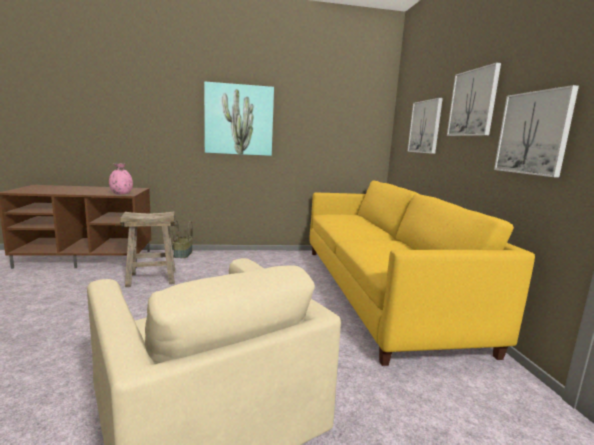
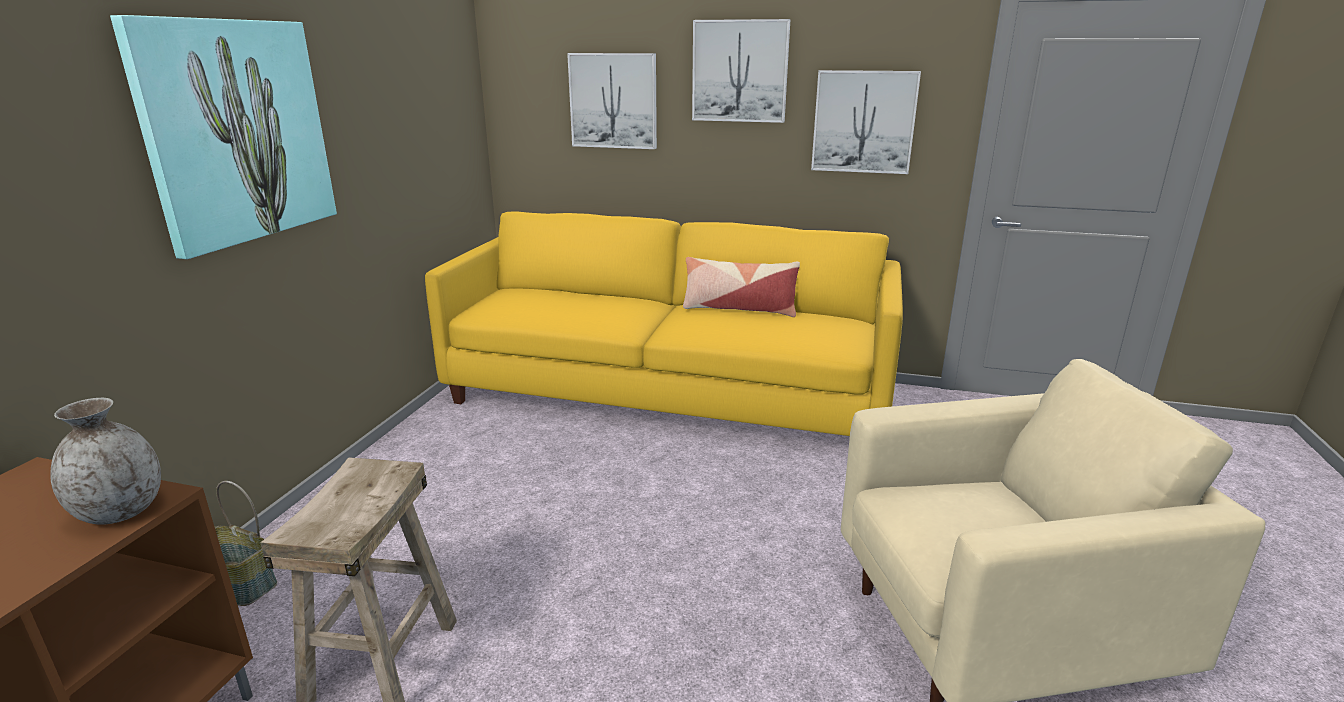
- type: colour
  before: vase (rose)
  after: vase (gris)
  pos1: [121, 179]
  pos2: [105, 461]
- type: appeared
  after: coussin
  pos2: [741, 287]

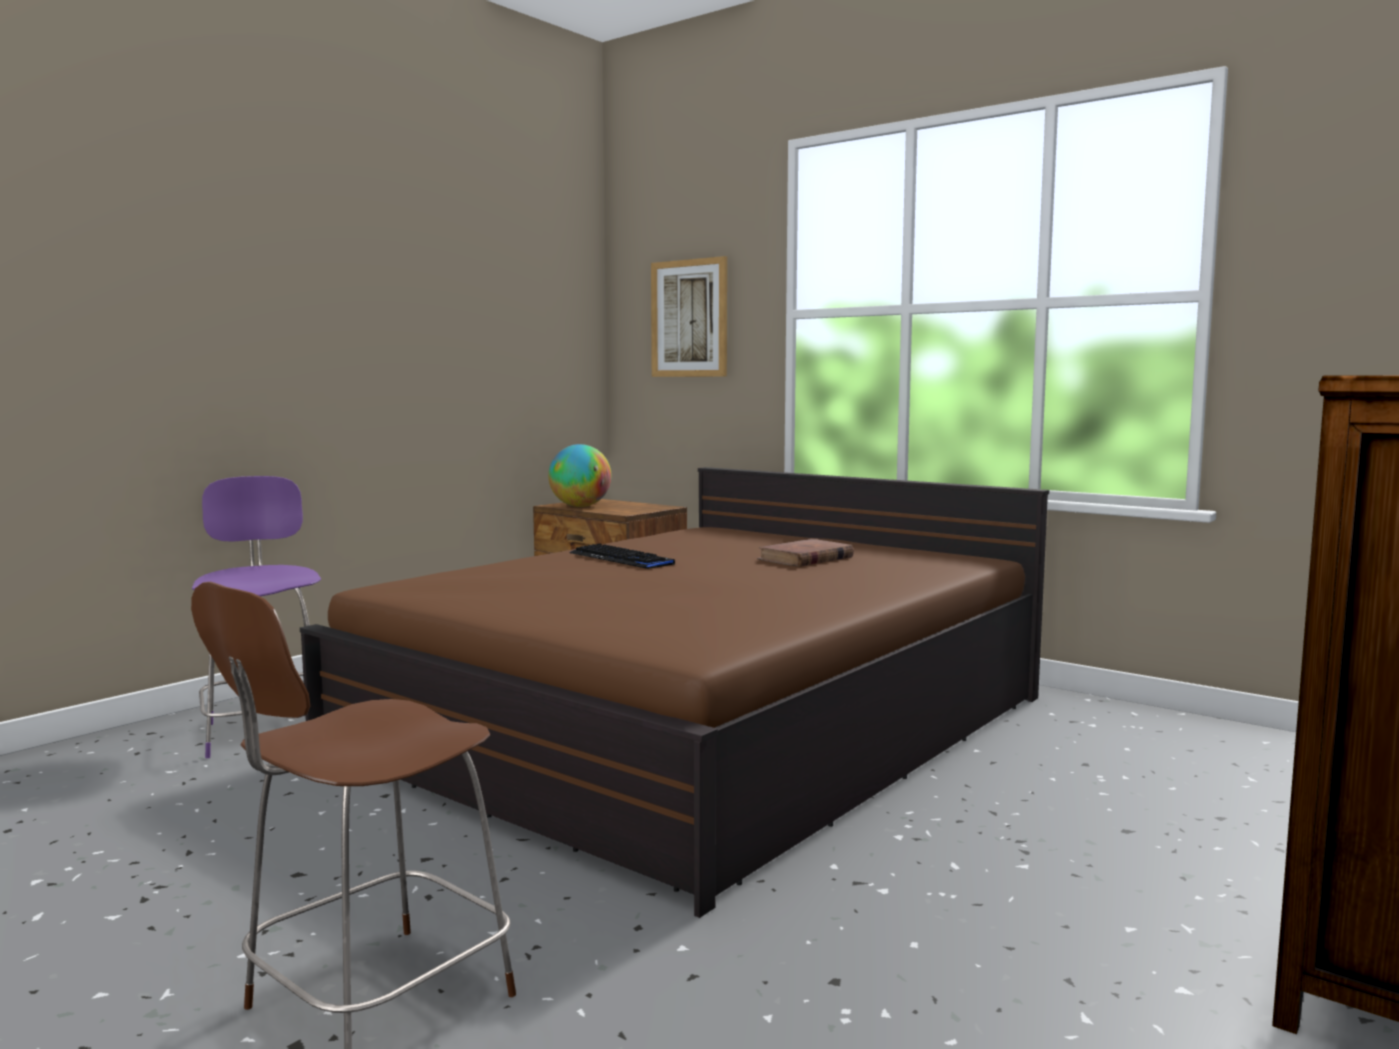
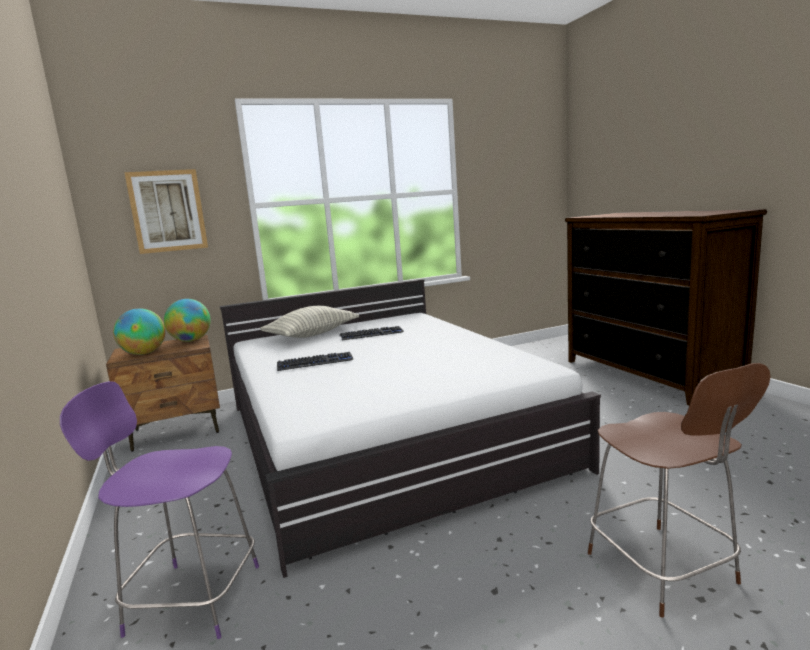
- type: colour
  before: lit (marron)
  after: lit (blanc)
  pos1: [674, 692]
  pos2: [410, 428]
- type: exchanged
  before: livre (marron)
  after: clavier
  pos1: [805, 553]
  pos2: [371, 333]
- type: appeared
  after: globe
  pos2: [187, 320]
- type: appeared
  after: coussin
  pos2: [309, 322]

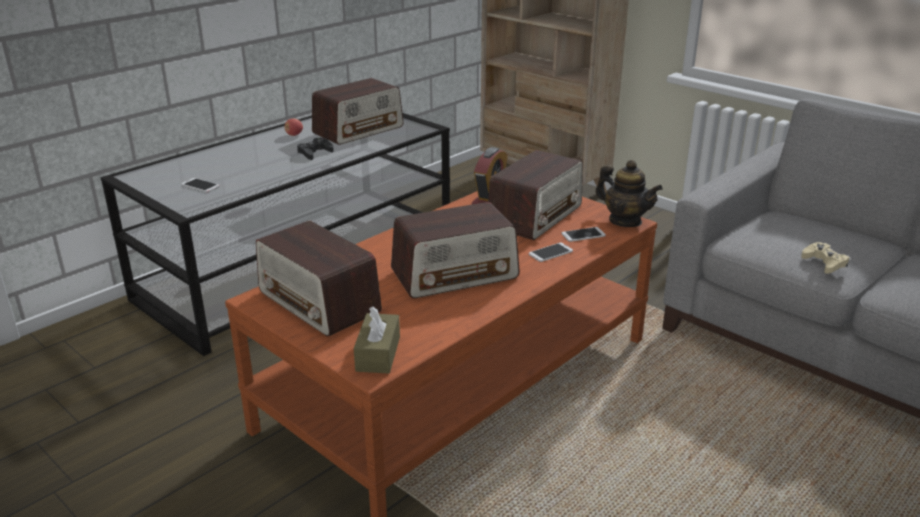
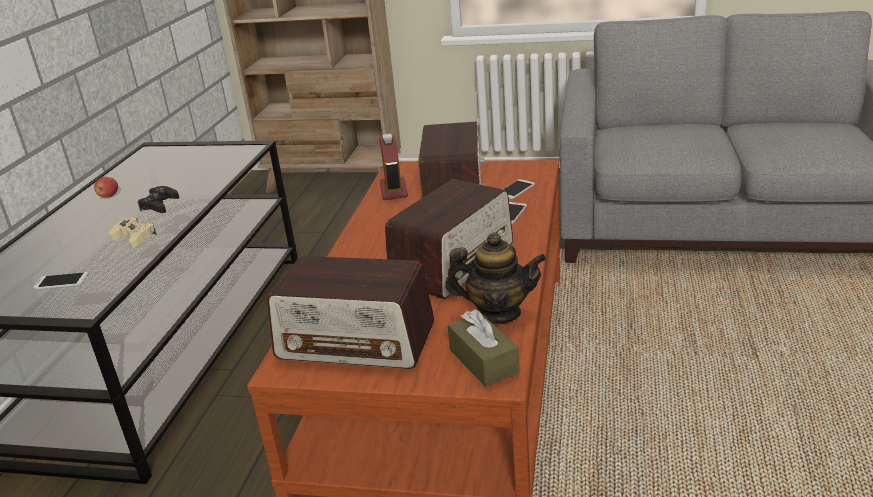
- type: missing
  before: radio
  pos1: [358, 111]
- type: relocated
  before: théière
  pos1: [629, 193]
  pos2: [496, 278]
- type: relocated
  before: manette (beige)
  pos1: [825, 258]
  pos2: [133, 233]

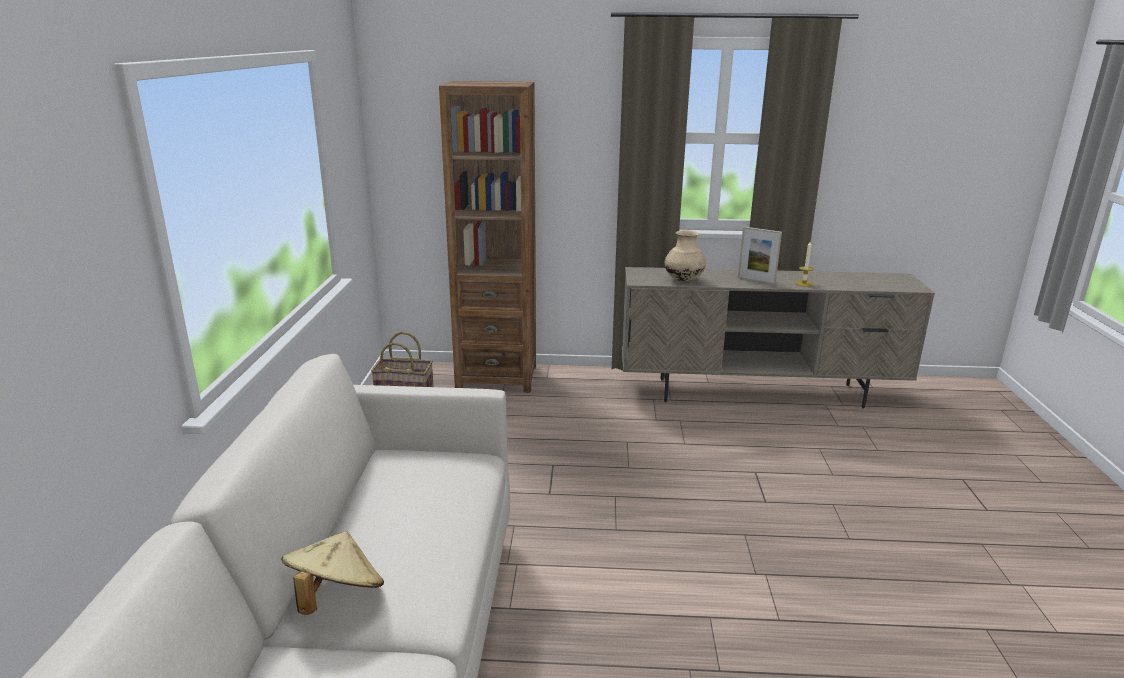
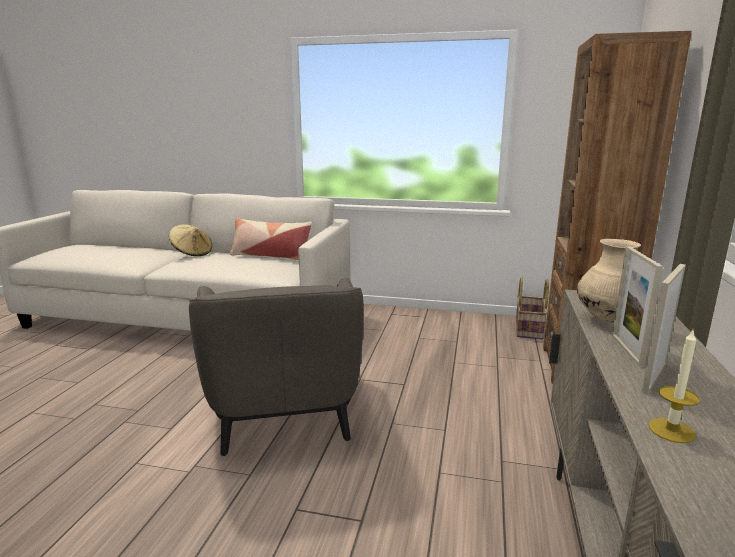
- type: appeared
  after: fauteuil (gris)
  pos2: [276, 367]
- type: appeared
  after: coussin
  pos2: [271, 239]
- type: appeared
  after: cadre photo
  pos2: [637, 307]

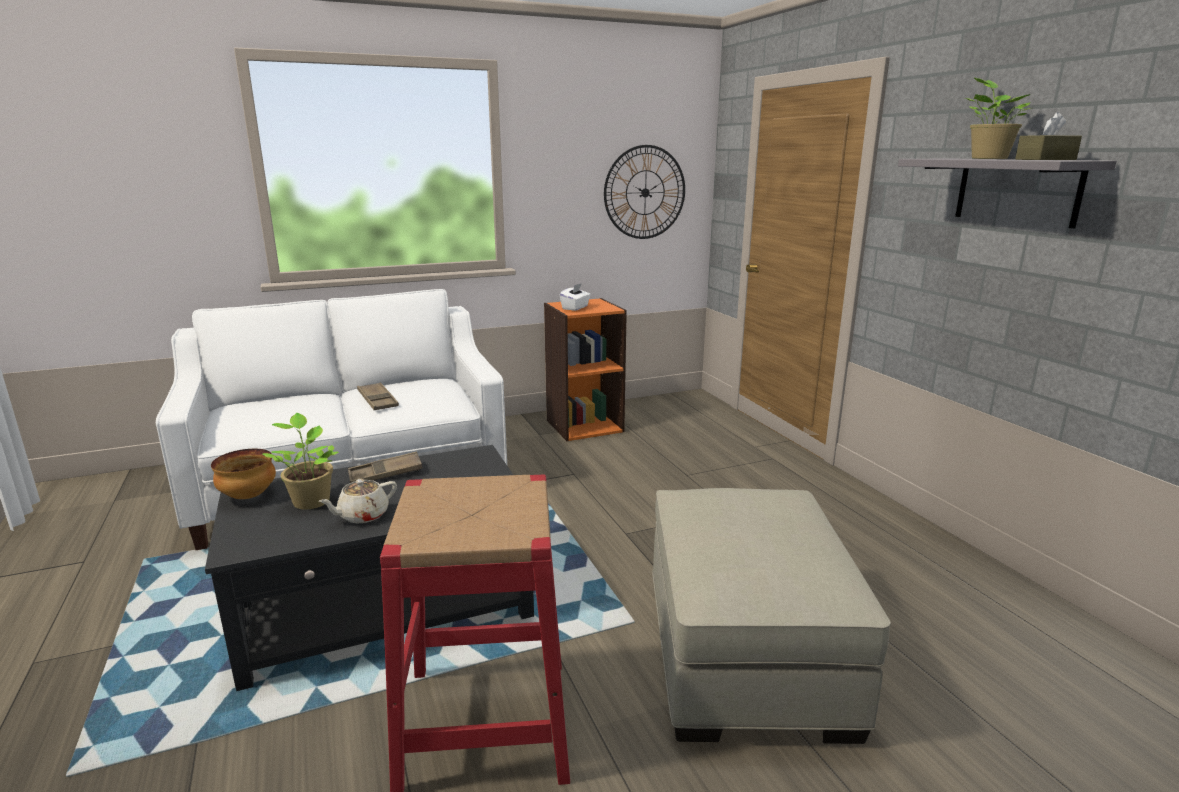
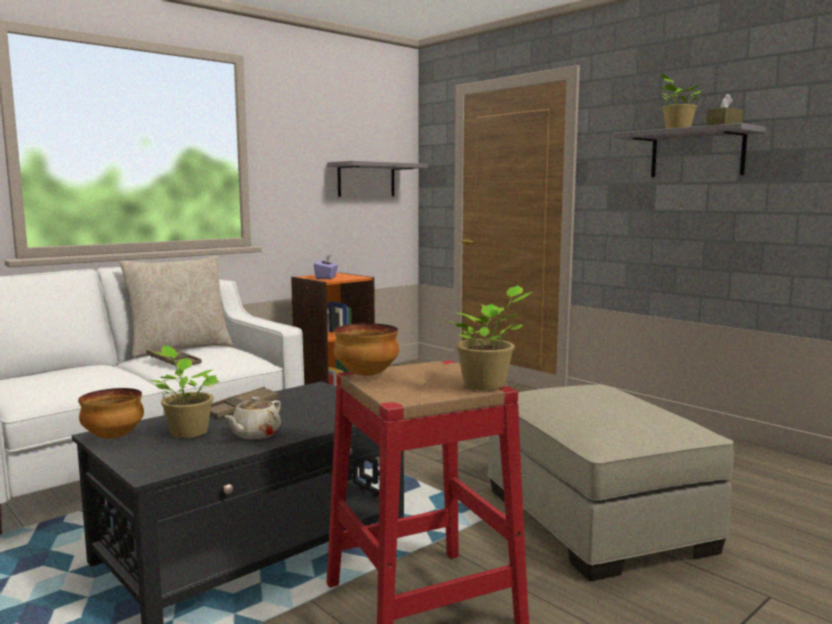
- type: colour
  before: boîte à mouchoirs (blanc)
  after: boîte à mouchoirs (violet)
  pos1: [575, 297]
  pos2: [326, 267]
- type: exchanged
  before: horloge murale
  after: étagère (gris)
  pos1: [644, 192]
  pos2: [377, 179]
- type: appeared
  after: coussin (beige)
  pos2: [176, 306]
- type: appeared
  after: bol
  pos2: [366, 349]
- type: appeared
  after: plante en pot
  pos2: [489, 337]

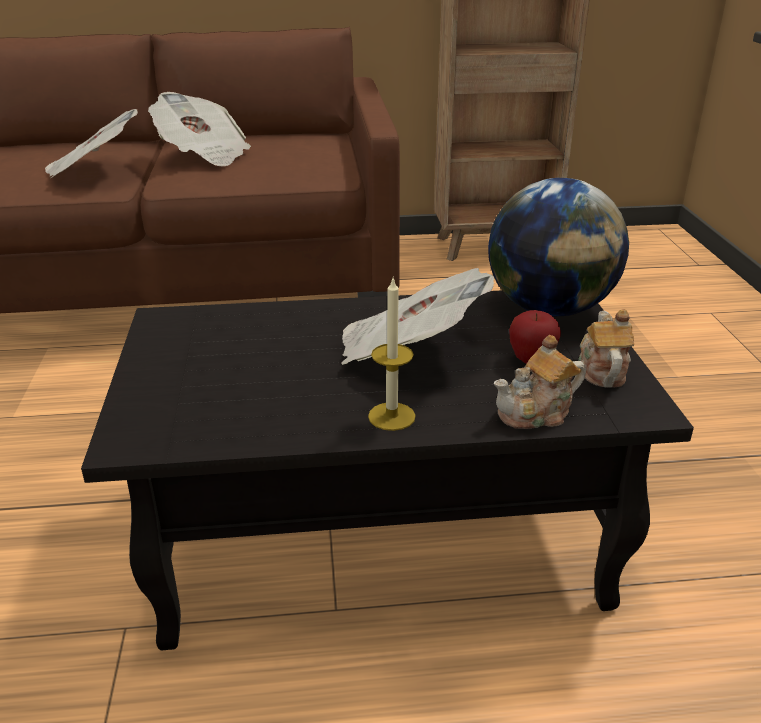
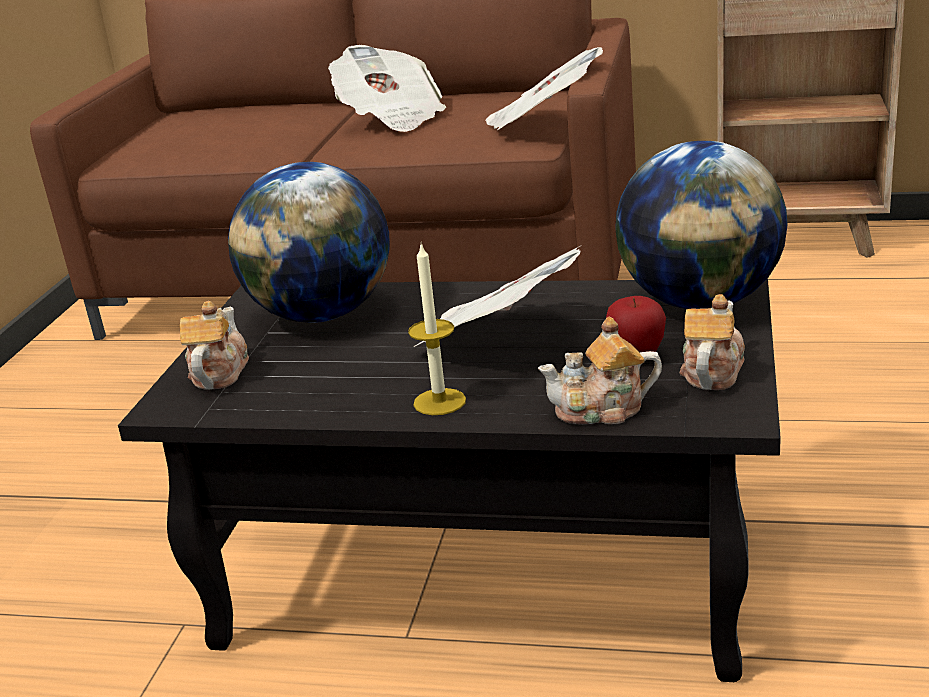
- type: relocated
  before: journal
  pos1: [91, 143]
  pos2: [544, 88]
- type: appeared
  after: théière
  pos2: [214, 345]
- type: appeared
  after: globe
  pos2: [309, 242]

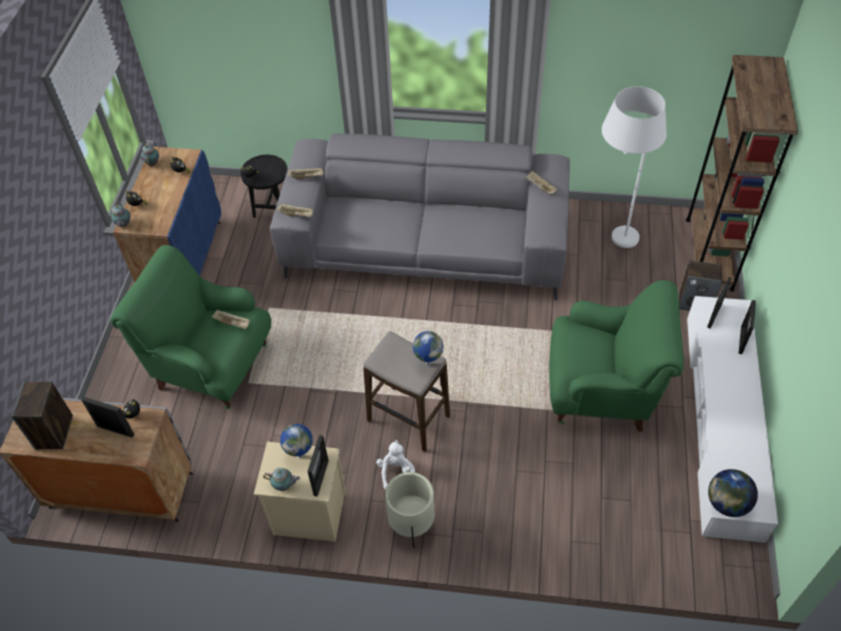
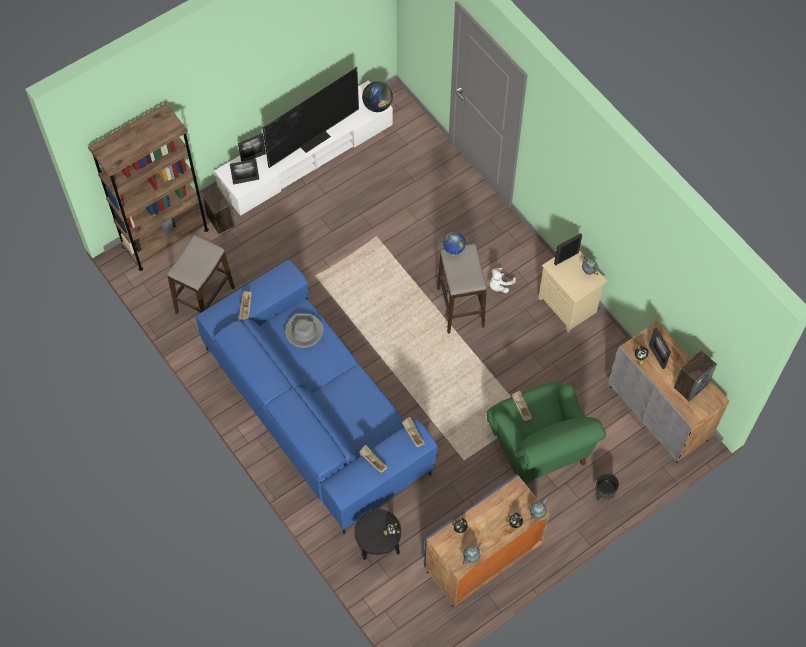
- type: colour
  before: canapé (gris)
  after: canapé (bleu)
  pos1: [420, 216]
  pos2: [317, 396]
- type: missing
  before: globe
  pos1: [296, 441]
- type: missing
  before: cache-pot (beige)
  pos1: [409, 510]
- type: missing
  before: fauteuil (vert)
  pos1: [616, 356]
- type: exchanged
  before: lampadaire (blanc)
  after: tabouret
  pos1: [634, 167]
  pos2: [201, 274]
- type: appeared
  after: téléviseur
  pos2: [311, 117]
- type: appeared
  after: chapeau (gris)
  pos2: [304, 330]
- type: appeared
  after: cache-pot (noir)
  pos2: [607, 487]

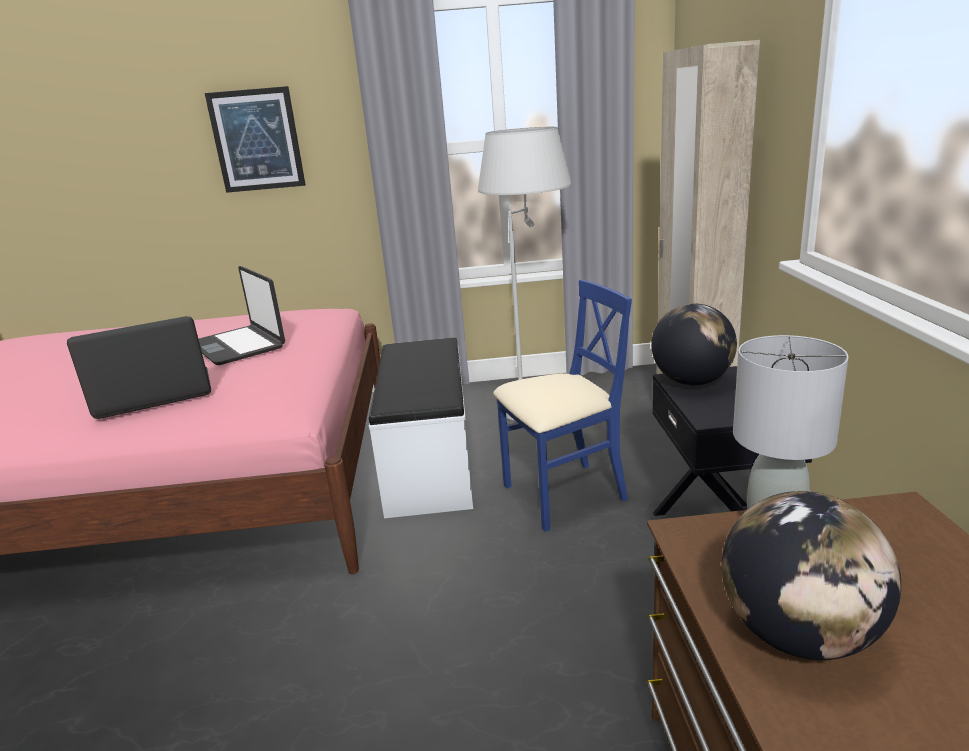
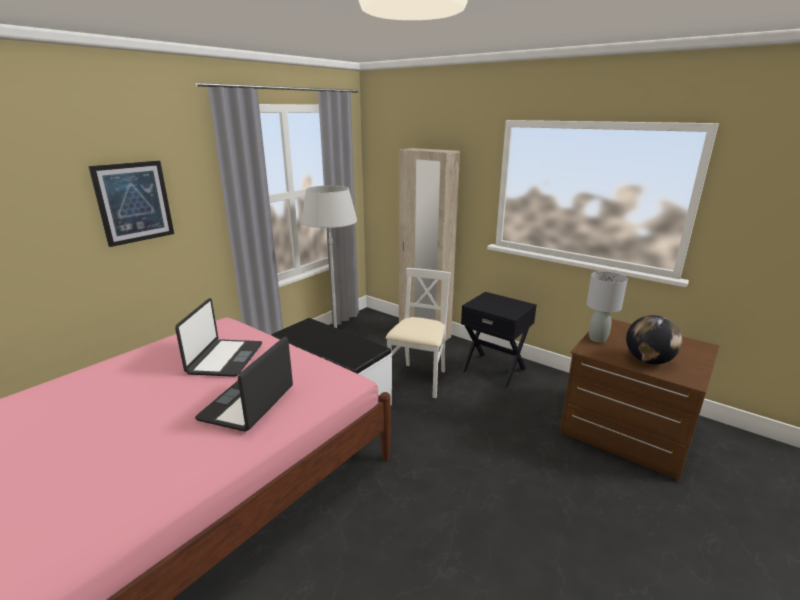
- type: spun
  before: ordinateur portable
  pos1: [242, 315]
  pos2: [218, 337]
  turn: -90
- type: colour
  before: chaise (bleu)
  after: chaise (blanc)
  pos1: [562, 405]
  pos2: [418, 333]
- type: missing
  before: globe
  pos1: [694, 344]

